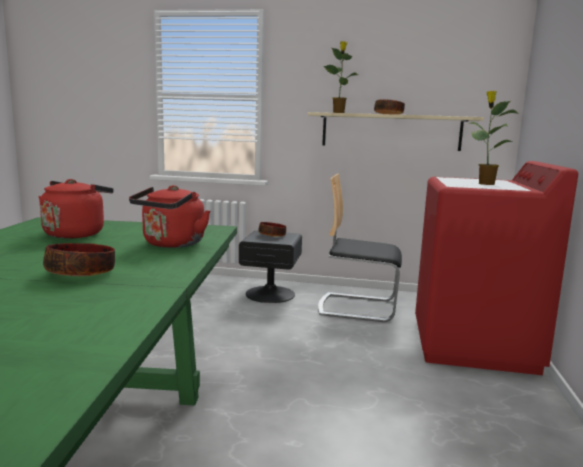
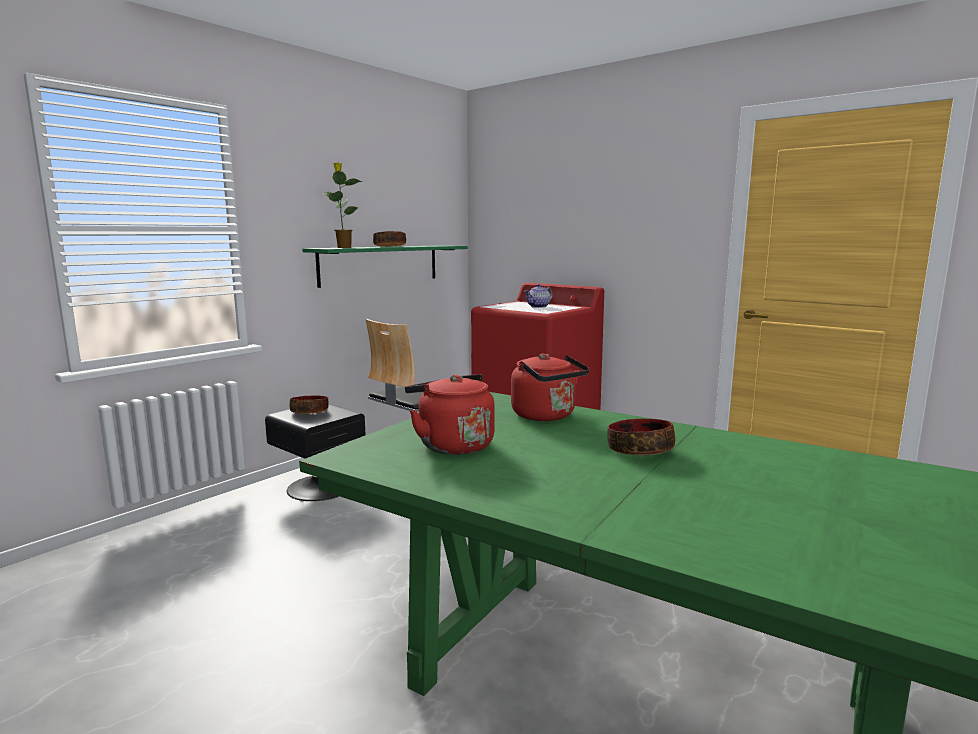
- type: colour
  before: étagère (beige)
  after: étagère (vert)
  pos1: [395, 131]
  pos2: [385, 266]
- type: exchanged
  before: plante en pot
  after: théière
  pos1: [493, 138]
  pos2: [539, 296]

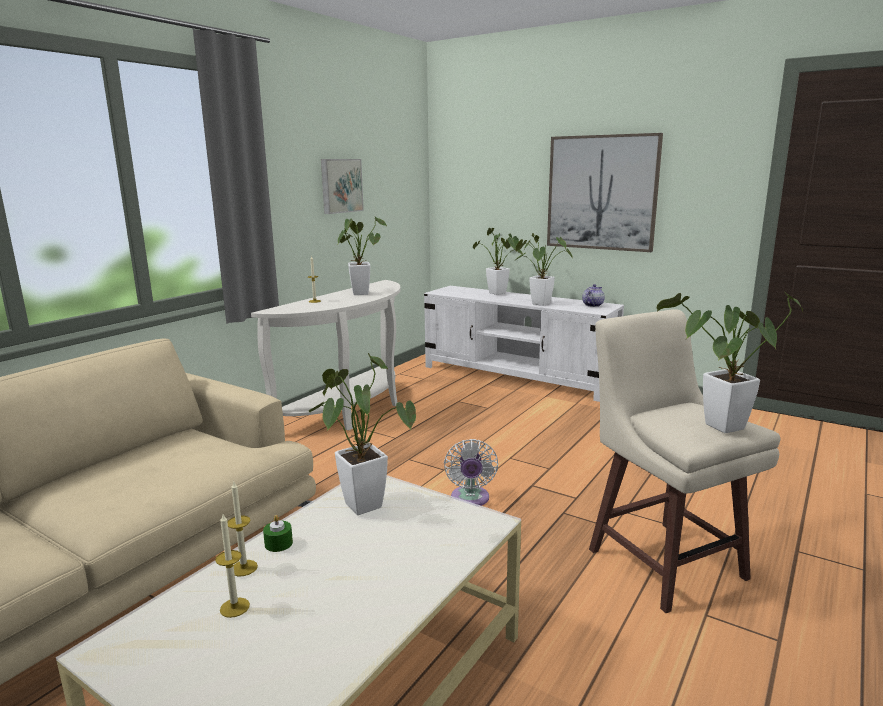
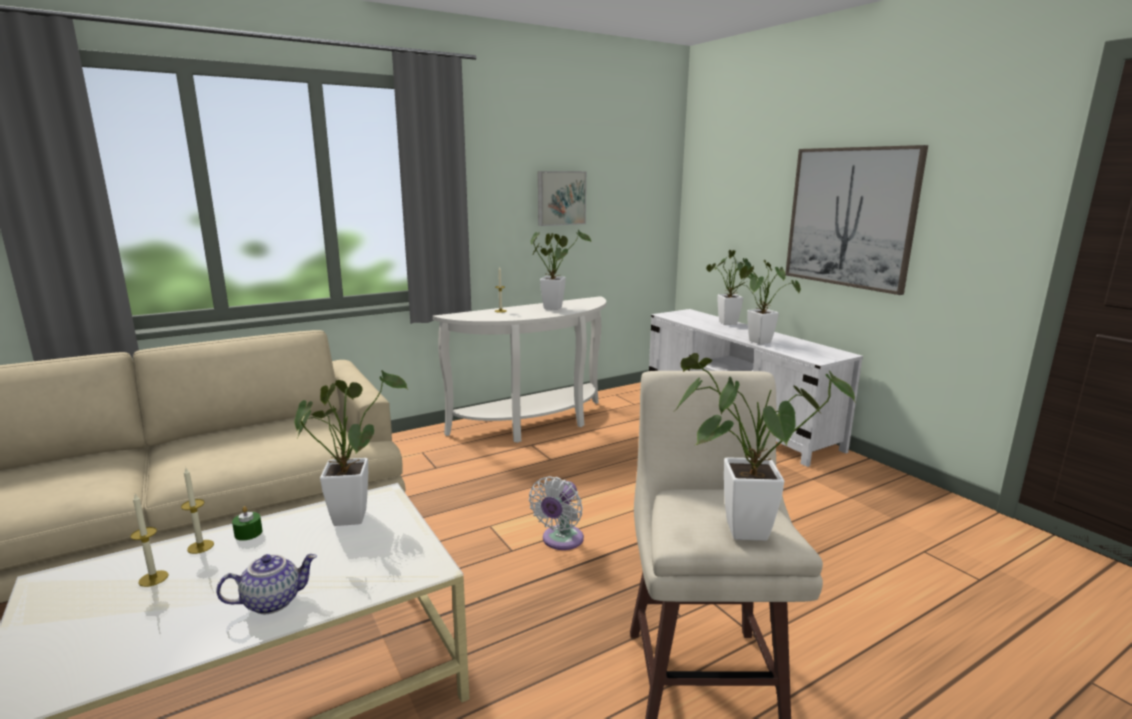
- type: relocated
  before: théière
  pos1: [593, 295]
  pos2: [266, 584]

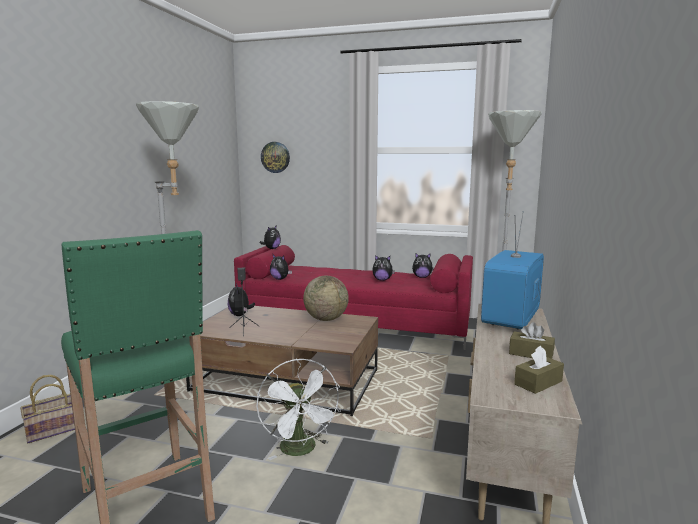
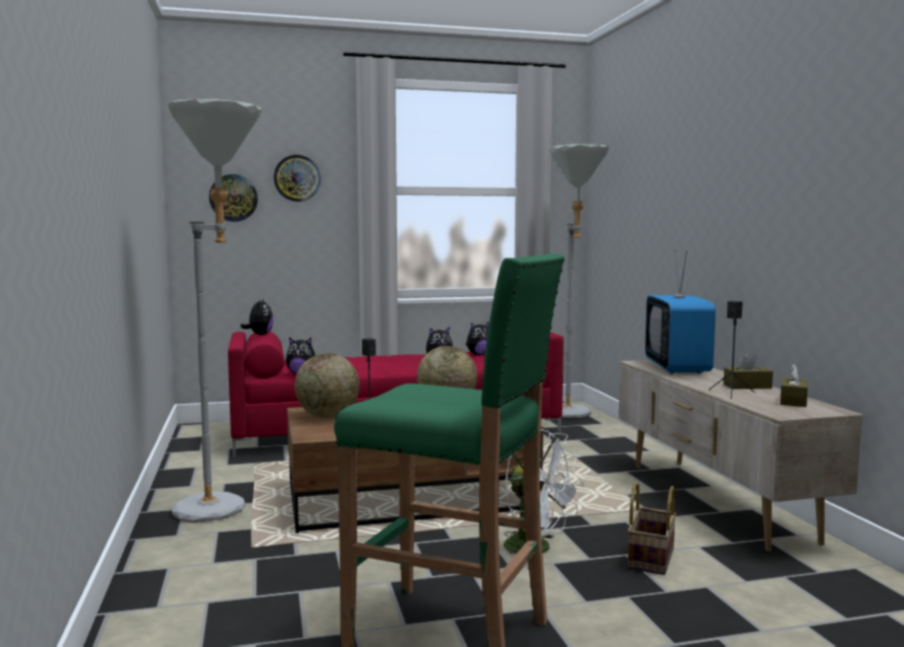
- type: relocated
  before: panier
  pos1: [47, 409]
  pos2: [652, 528]
- type: exchanged
  before: peluche
  after: globe
  pos1: [241, 299]
  pos2: [327, 385]
- type: appeared
  after: horloge murale
  pos2: [297, 178]
- type: appeared
  after: enceinte (noir)
  pos2: [732, 350]

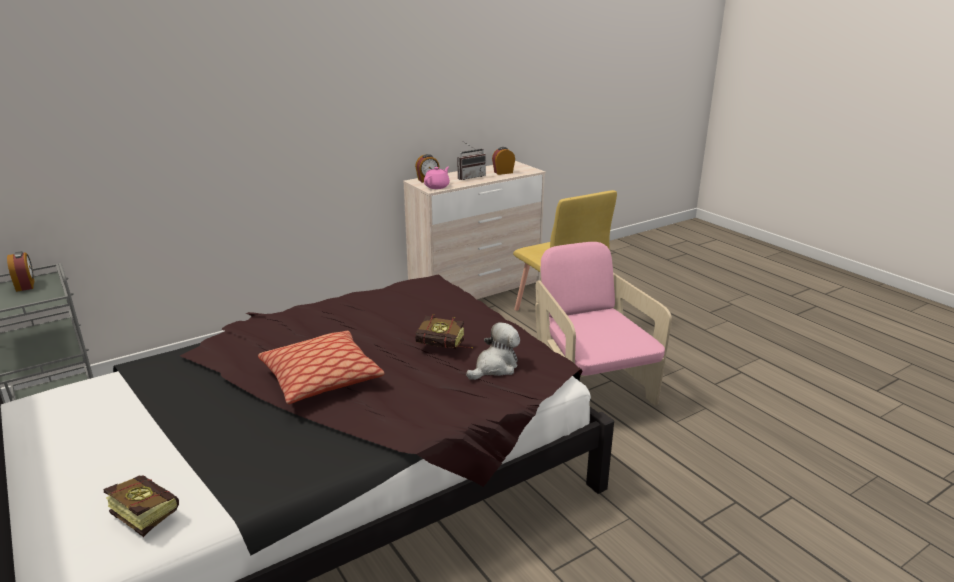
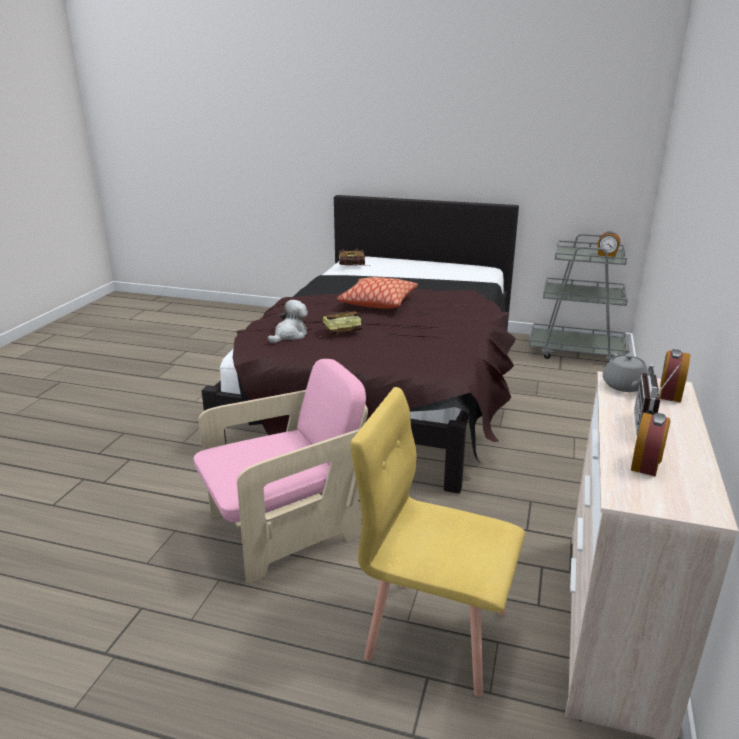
- type: colour
  before: théière (rose)
  after: théière (gris)
  pos1: [437, 177]
  pos2: [625, 372]
- type: spun
  before: peluche
  pos1: [493, 351]
  pos2: [288, 321]
  turn: -150
- type: spun
  before: fauteuil (rose)
  pos1: [603, 324]
  pos2: [281, 471]
  turn: -60

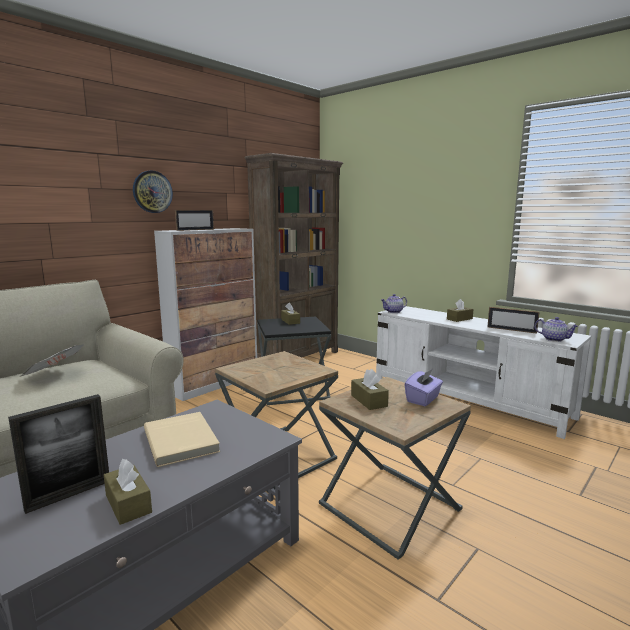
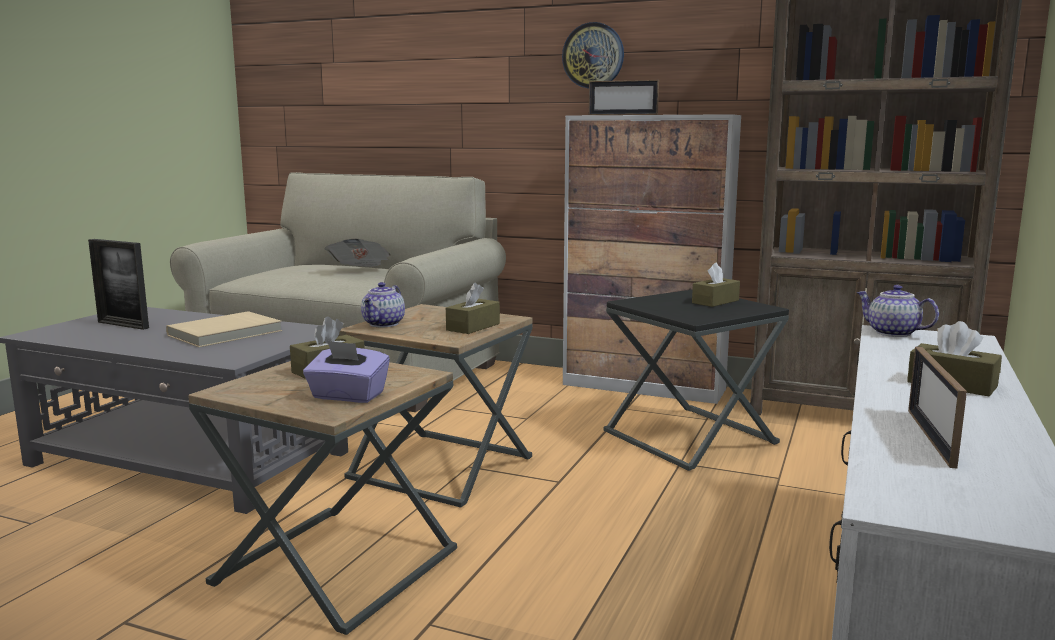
- type: relocated
  before: boîte à mouchoirs (marron)
  pos1: [128, 492]
  pos2: [473, 308]
- type: relocated
  before: théière
  pos1: [556, 329]
  pos2: [383, 304]

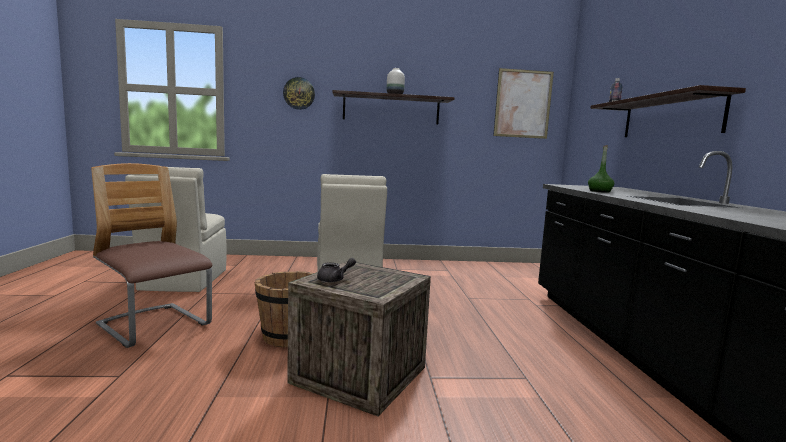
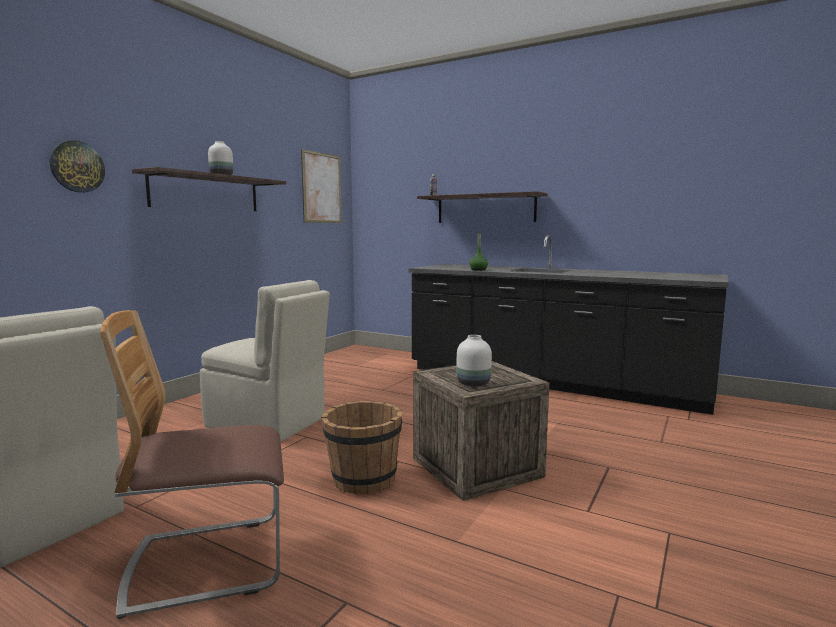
- type: exchanged
  before: théière (gris)
  after: vase (blanc)
  pos1: [336, 270]
  pos2: [474, 361]

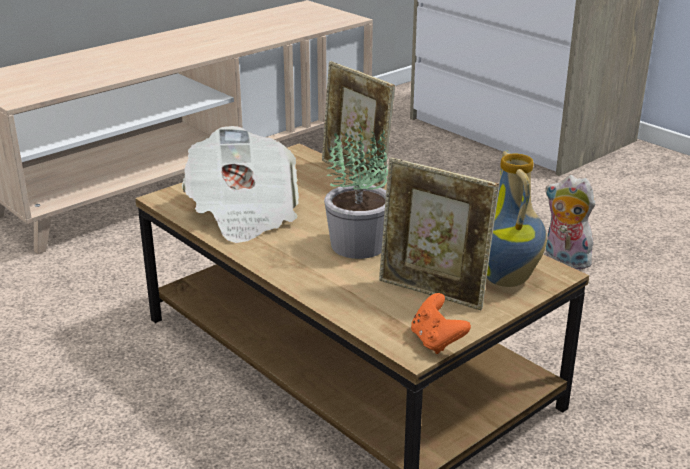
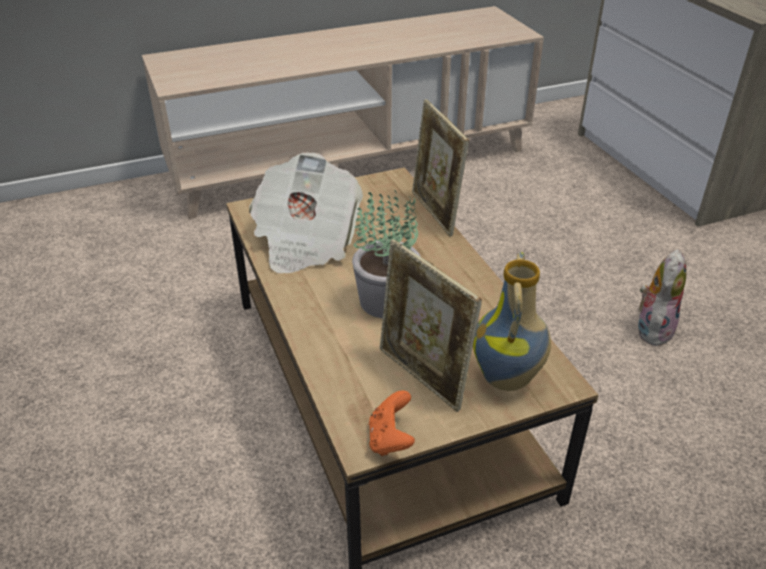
- type: spun
  before: peluche
  pos1: [570, 222]
  pos2: [662, 297]
  turn: 60

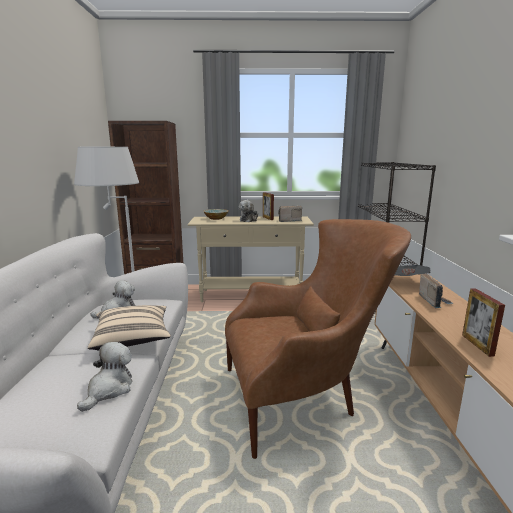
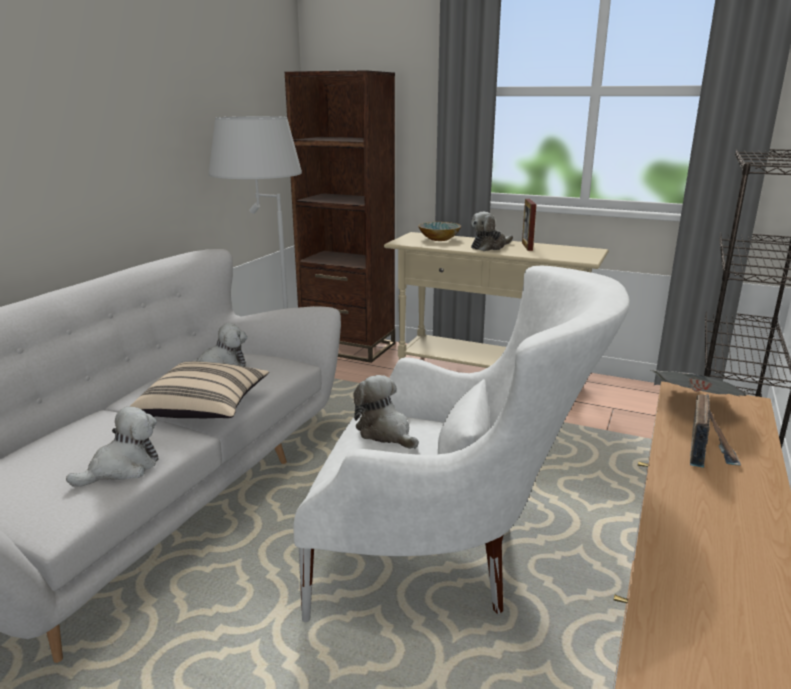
- type: colour
  before: fauteuil (marron)
  after: fauteuil (blanc)
  pos1: [318, 339]
  pos2: [461, 444]
- type: missing
  before: radio
  pos1: [290, 214]
- type: missing
  before: cadre photo
  pos1: [483, 322]
- type: appeared
  after: peluche
  pos2: [386, 412]

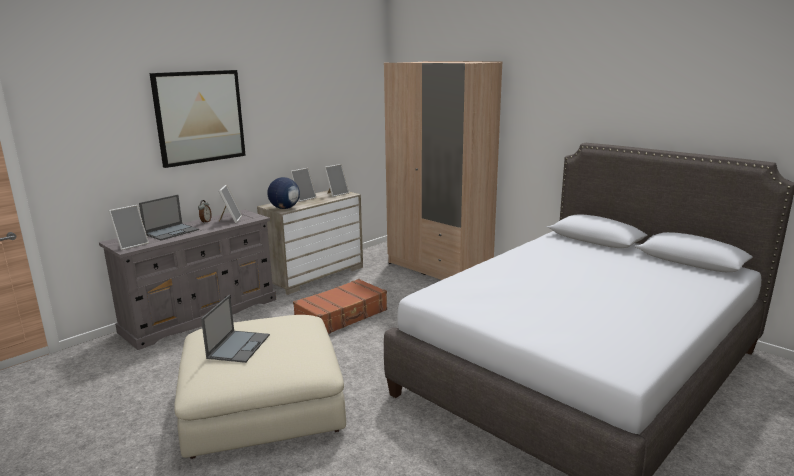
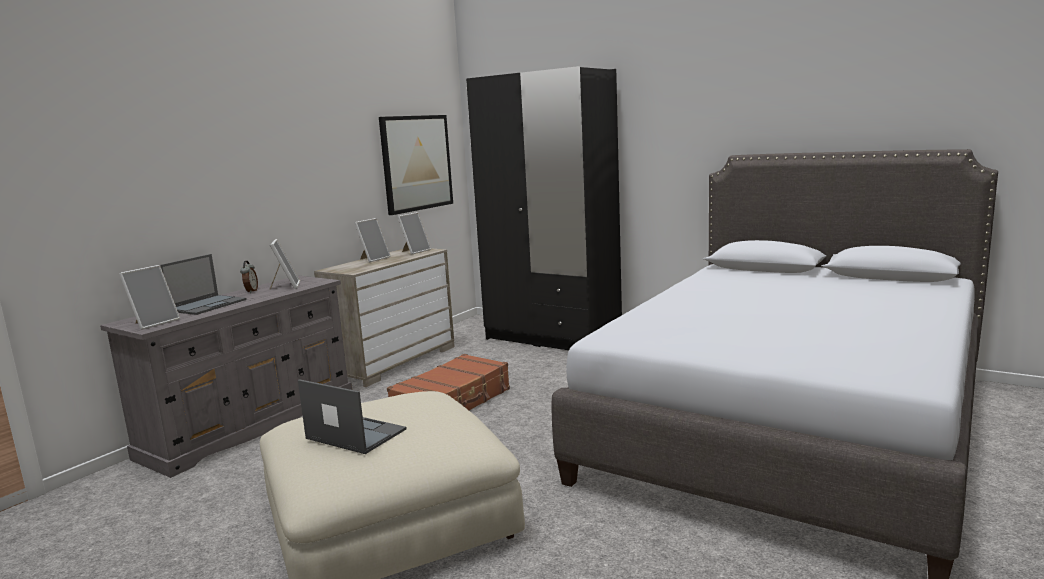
- type: relocated
  before: tableau
  pos1: [197, 119]
  pos2: [416, 165]
- type: spun
  before: ordinateur portable
  pos1: [235, 329]
  pos2: [352, 416]
  turn: -60
- type: missing
  before: globe
  pos1: [283, 193]
- type: colour
  before: armoire (beige)
  after: armoire (noir)
  pos1: [443, 170]
  pos2: [544, 208]

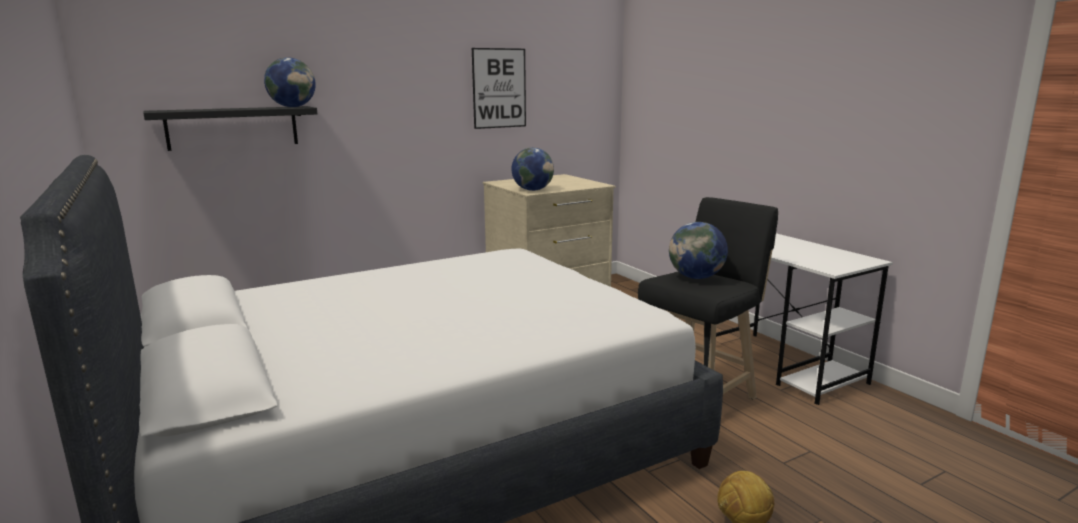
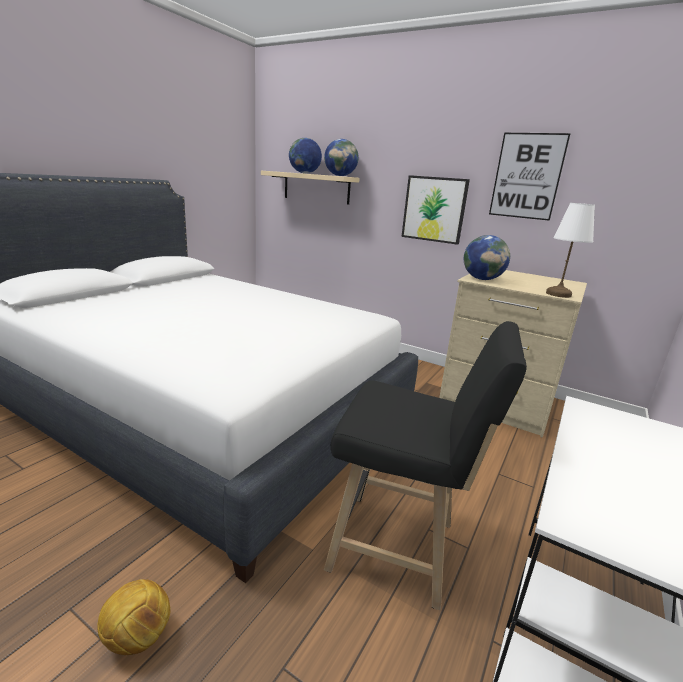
- type: colour
  before: étagère (noir)
  after: étagère (beige)
  pos1: [230, 128]
  pos2: [310, 188]
- type: relocated
  before: globe
  pos1: [698, 250]
  pos2: [305, 156]
- type: appeared
  after: tableau
  pos2: [435, 210]
- type: appeared
  after: lampe de table (blanc)
  pos2: [570, 250]

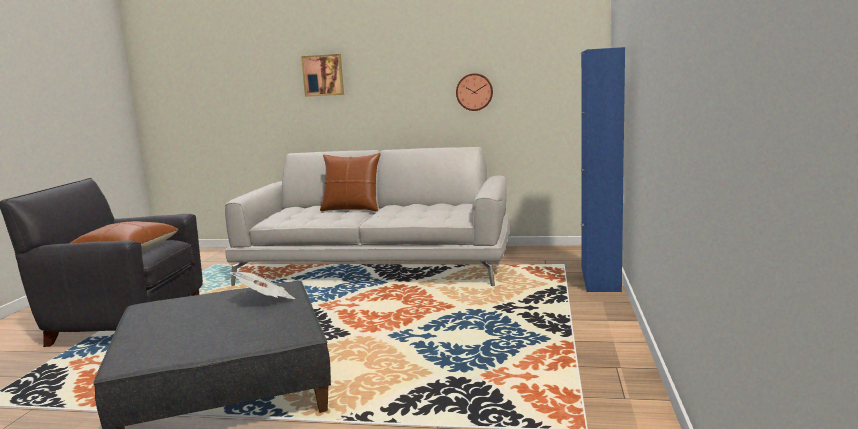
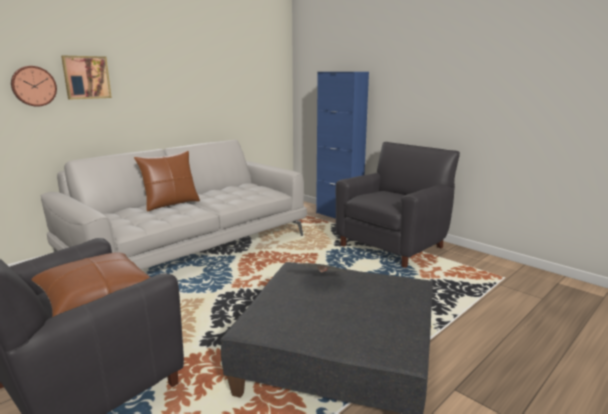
- type: relocated
  before: horloge murale
  pos1: [474, 92]
  pos2: [34, 86]
- type: appeared
  after: fauteuil (noir)
  pos2: [398, 205]

